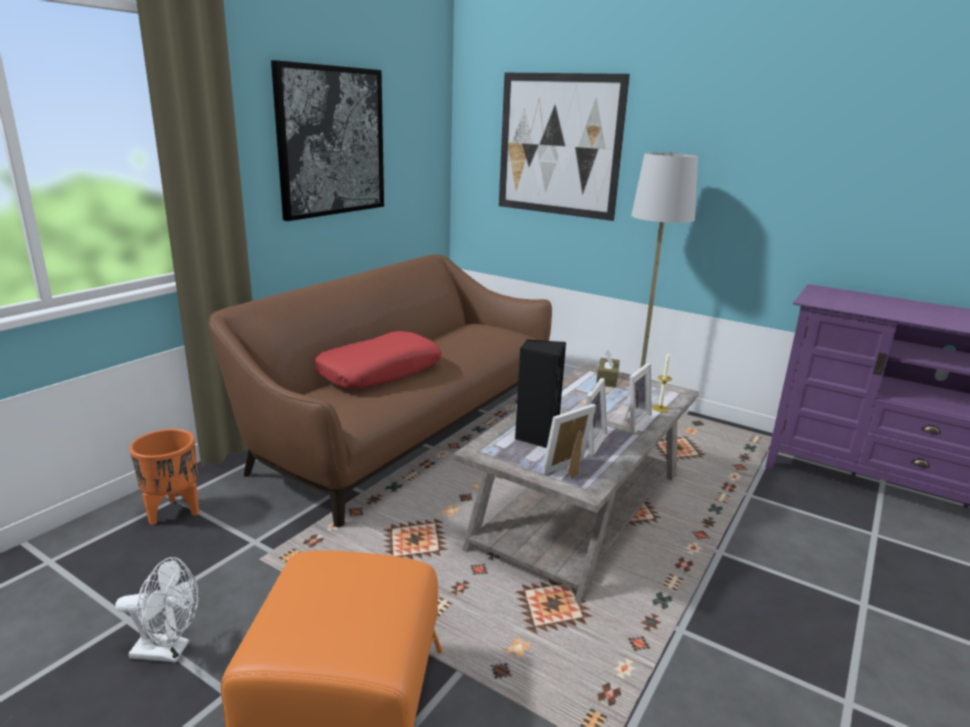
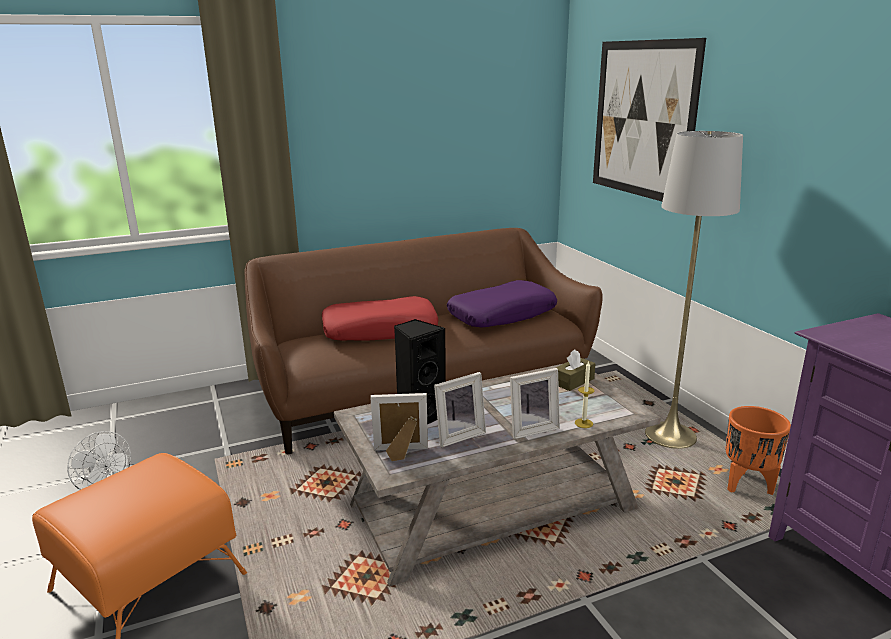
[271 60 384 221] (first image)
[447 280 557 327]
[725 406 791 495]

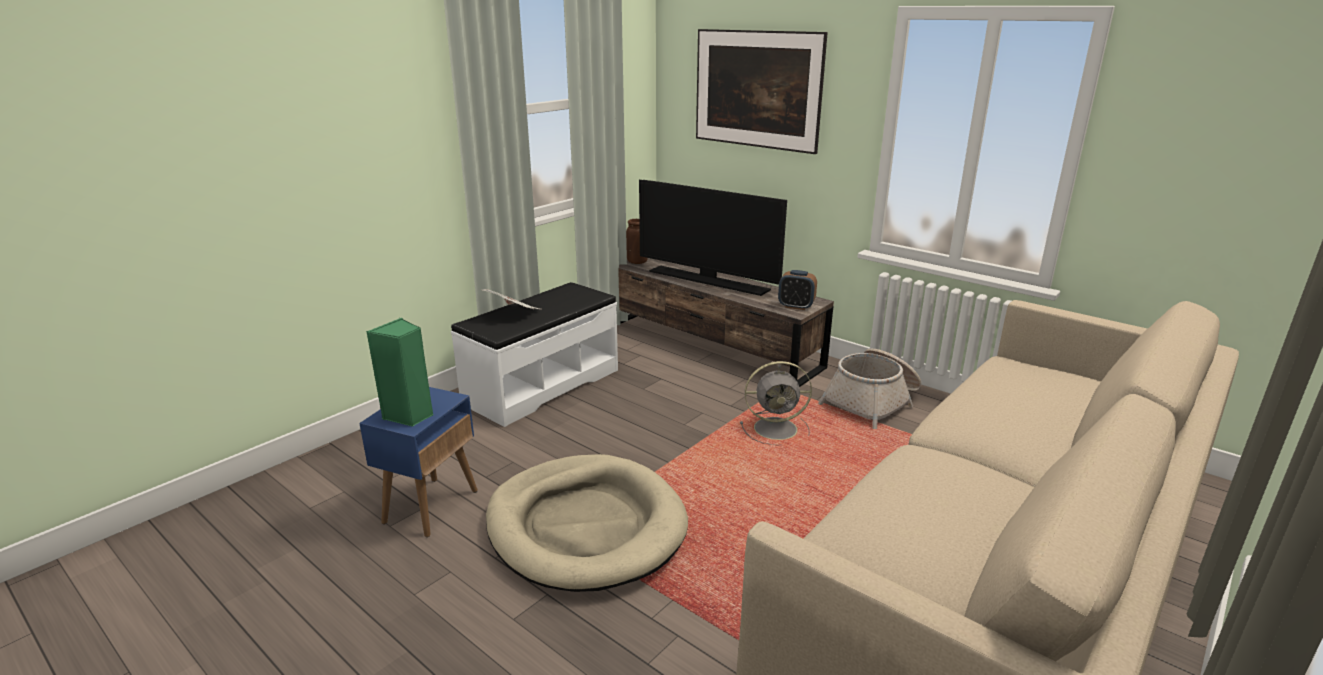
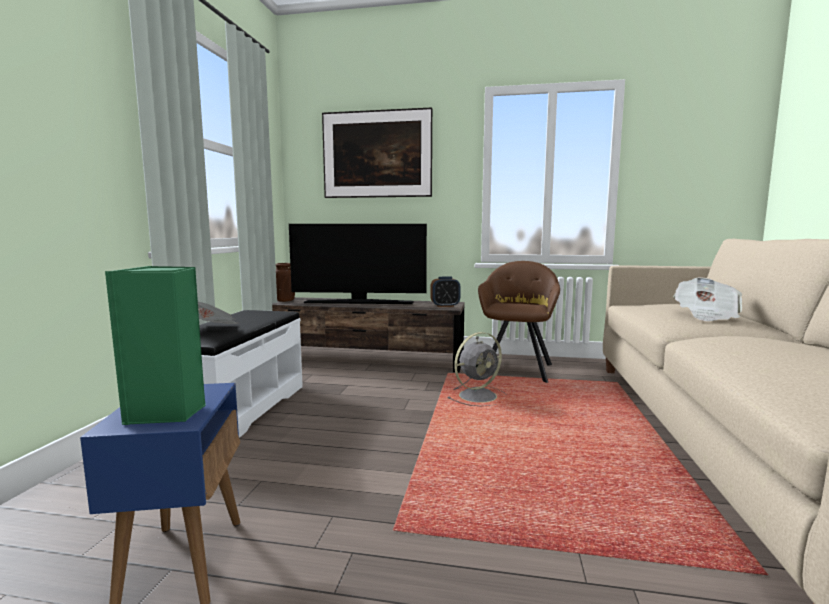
[486 454 688 592] (first image)
[673 277 742 321]
[478 261 560 383]

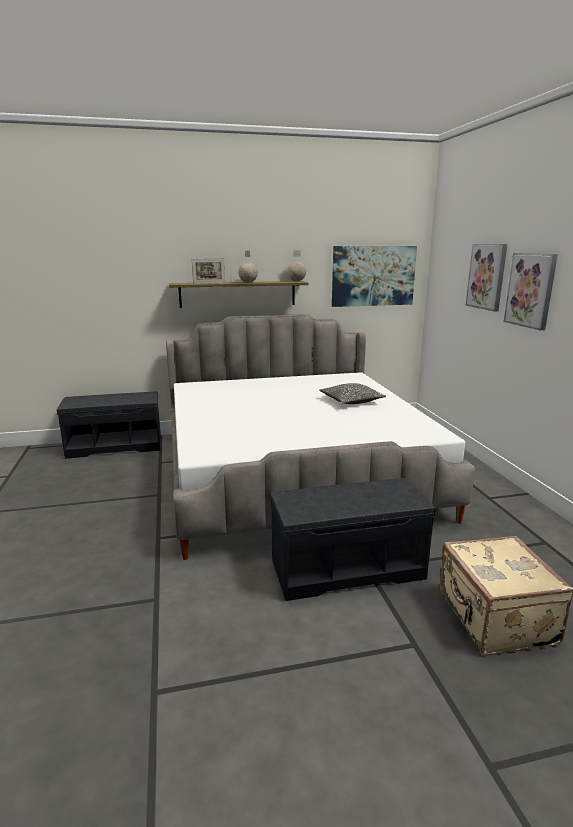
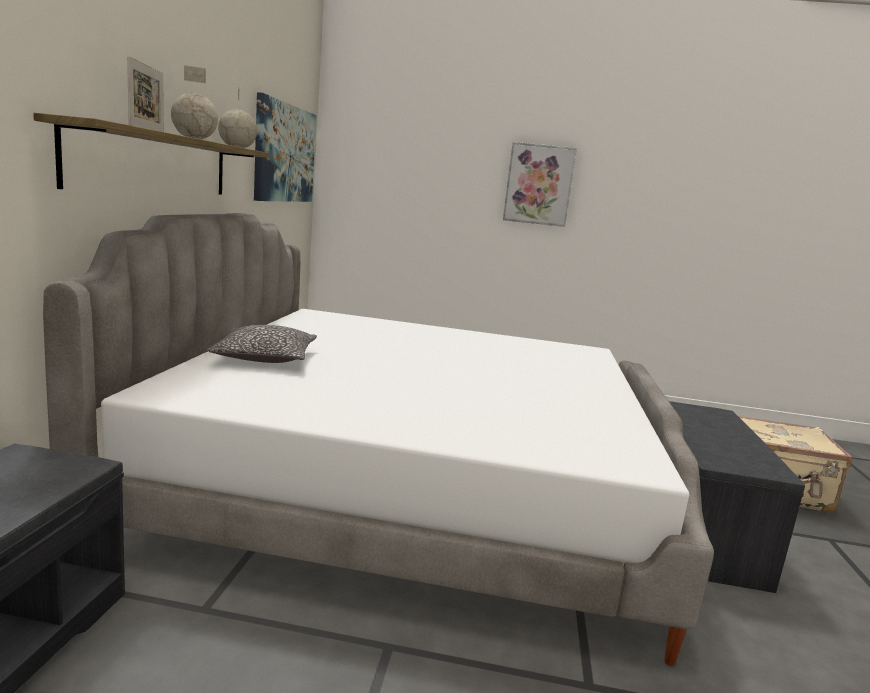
[466 244 507 312] (first image)
[207 325 317 363]

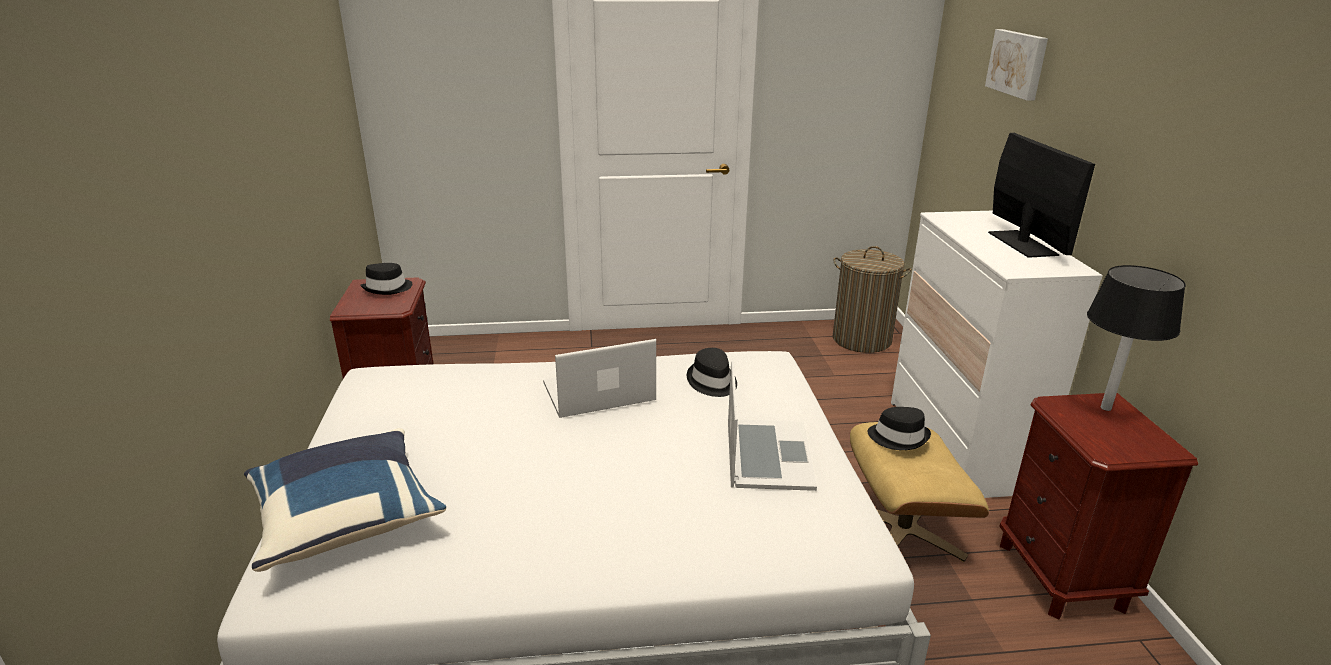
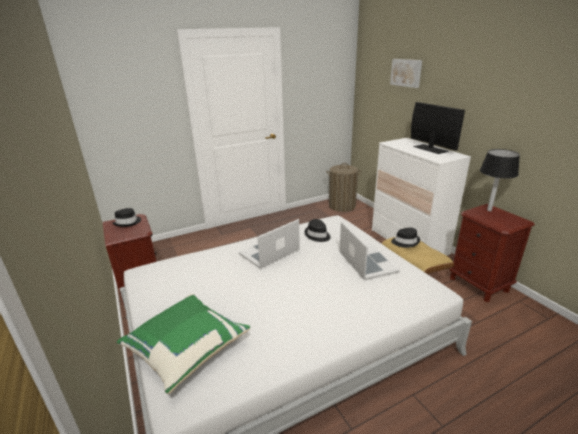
[117 293 250 394]

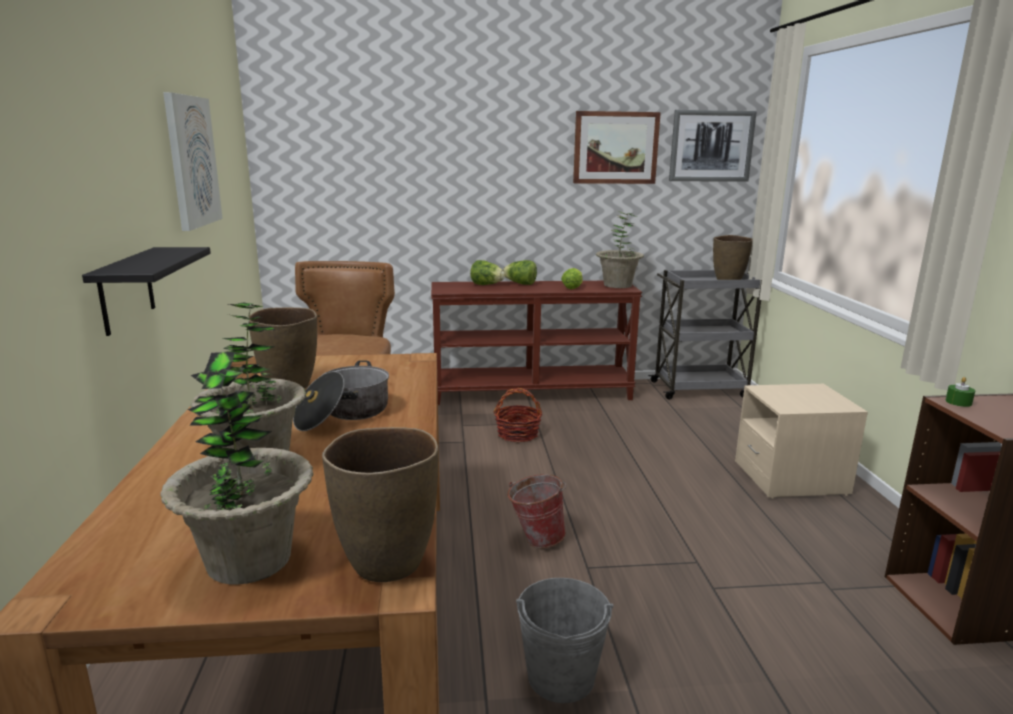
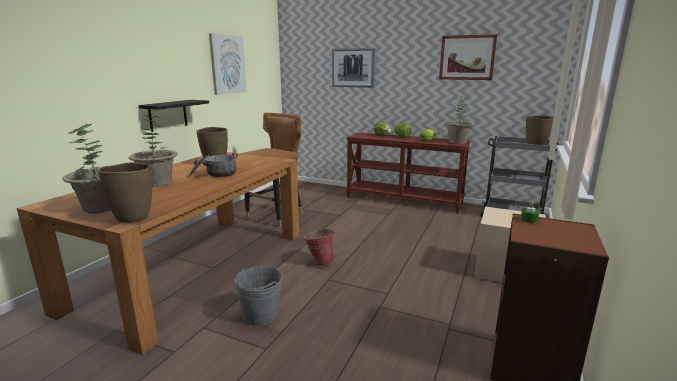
[493 388 542 442] (first image)
[332 48 375 88]

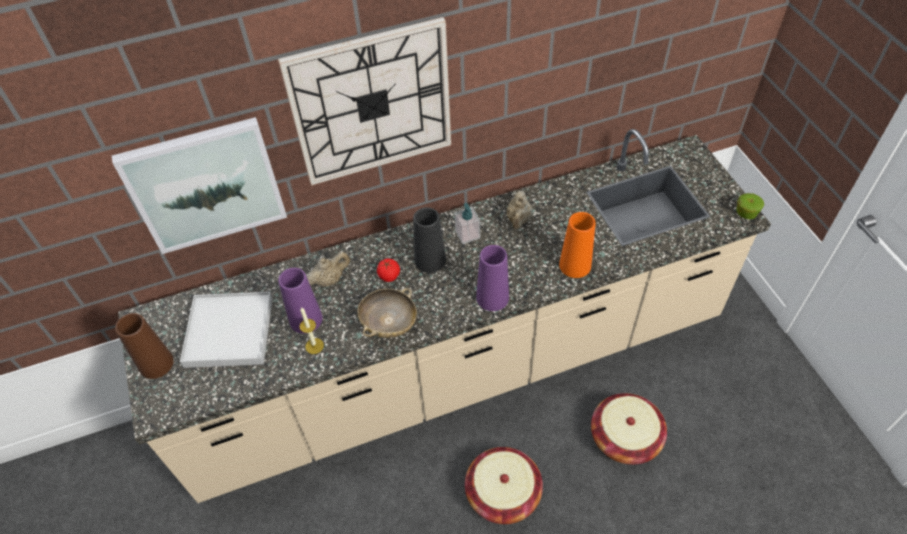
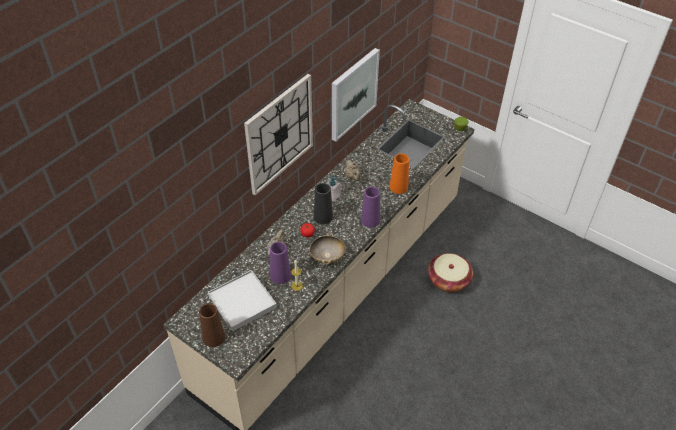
[465 447 543 524] (first image)
[332 48 380 141]

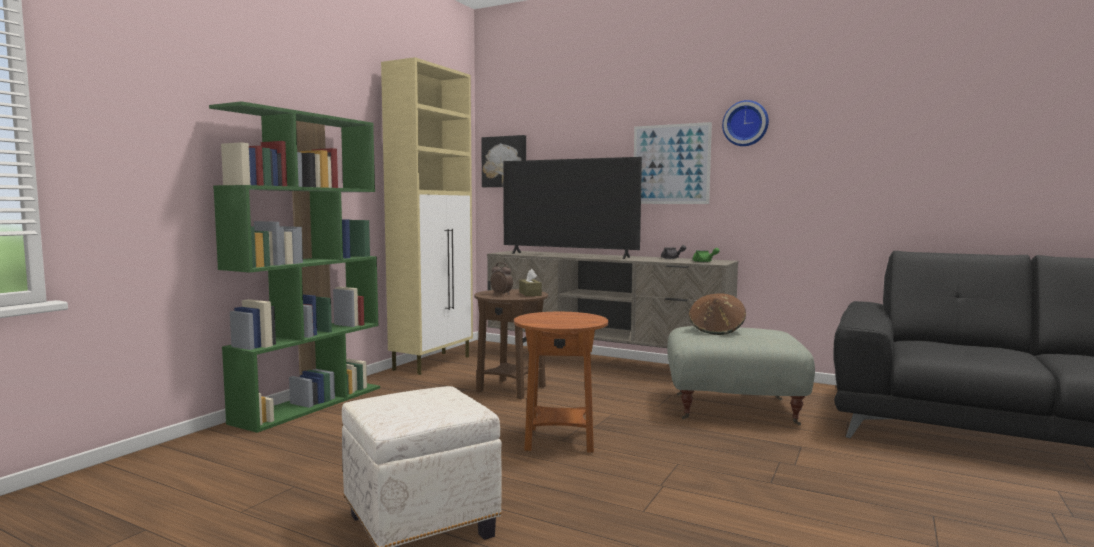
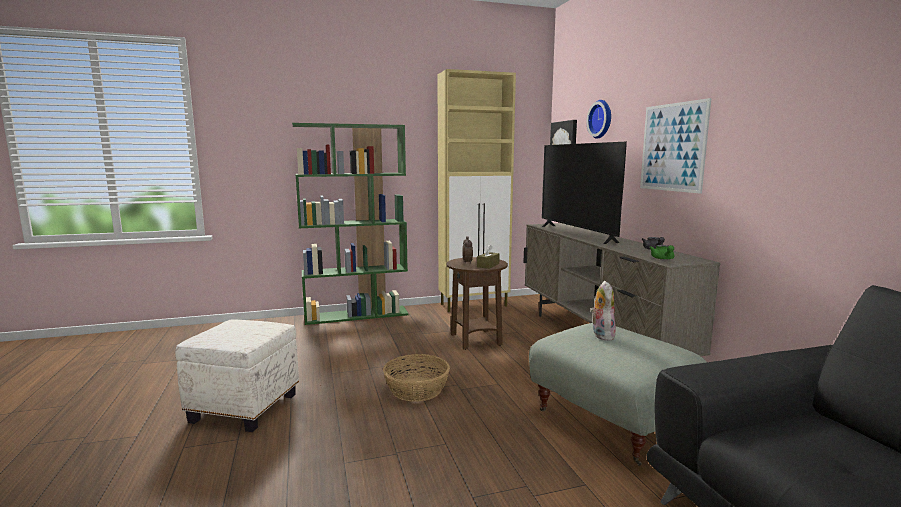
[587 100 611 139]
[383 354 450 402]
[590 281 616 341]

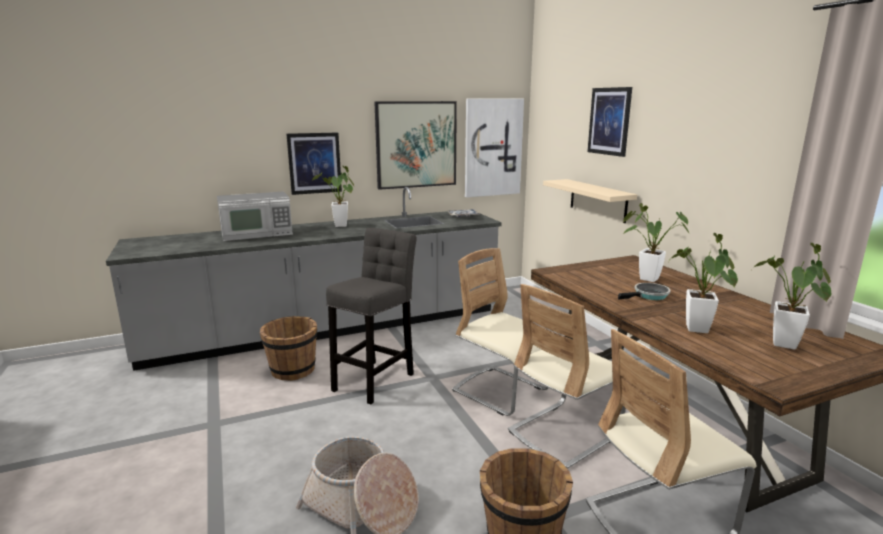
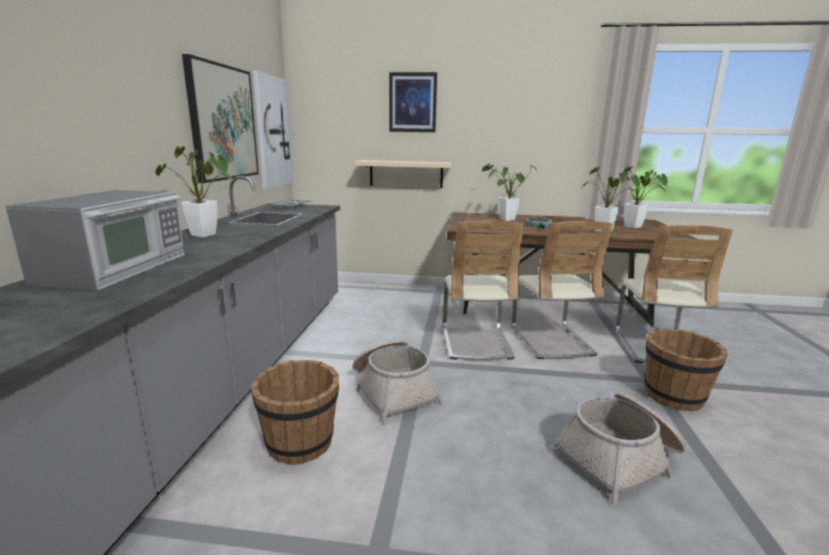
[286 132 342 195] (first image)
[352 340 444 424]
[443 221 523 360]

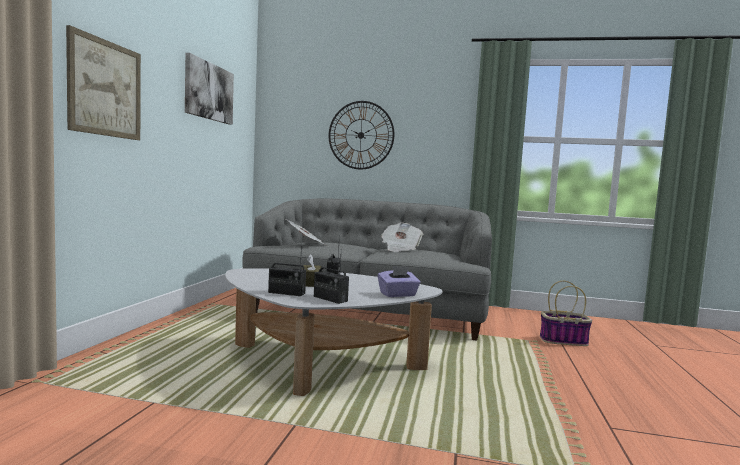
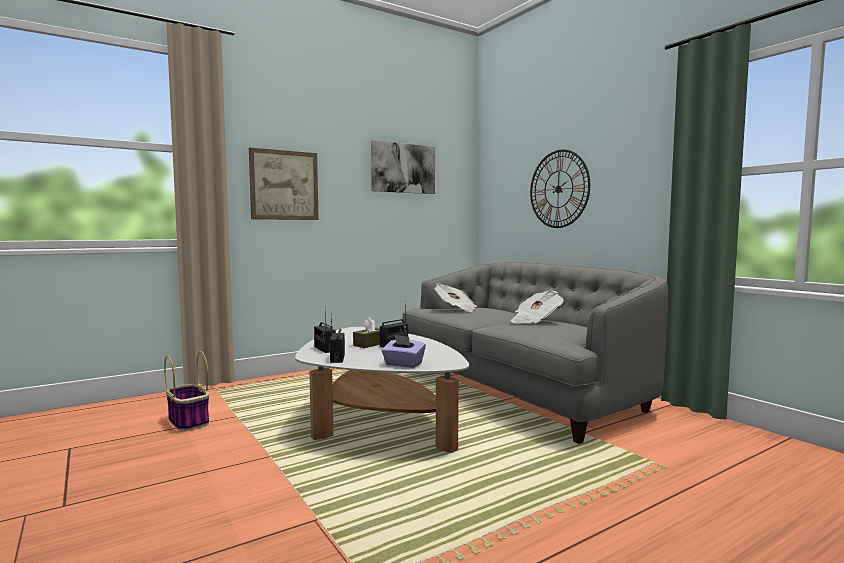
[164 351 209 432]

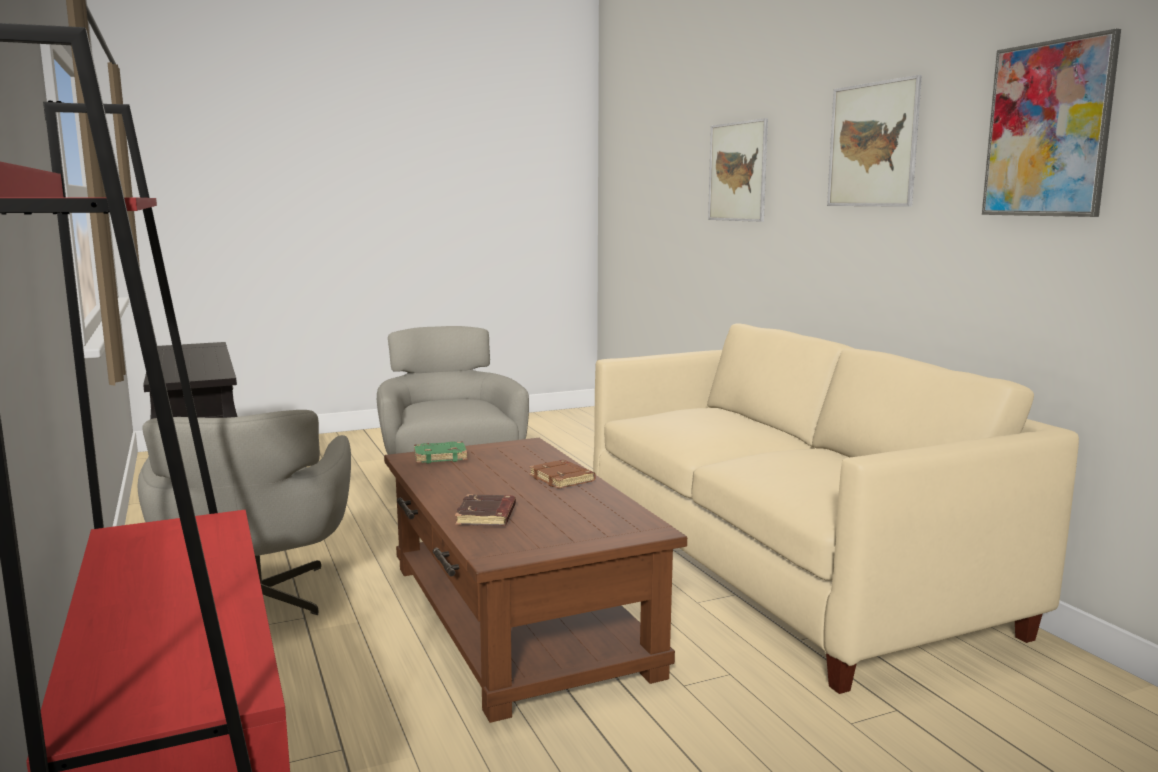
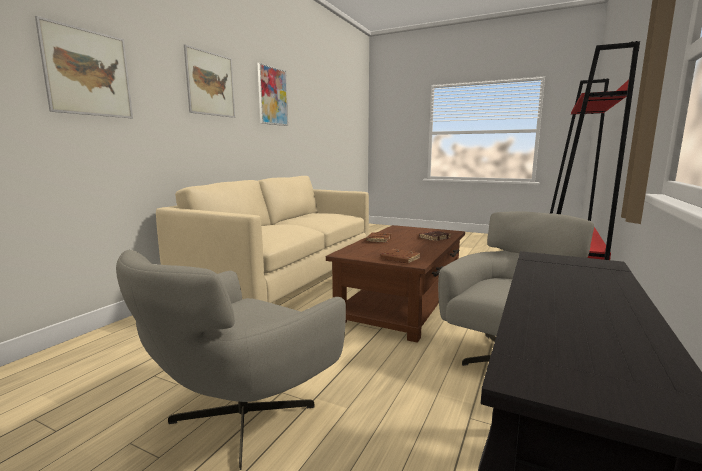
[381 249 421 264]

